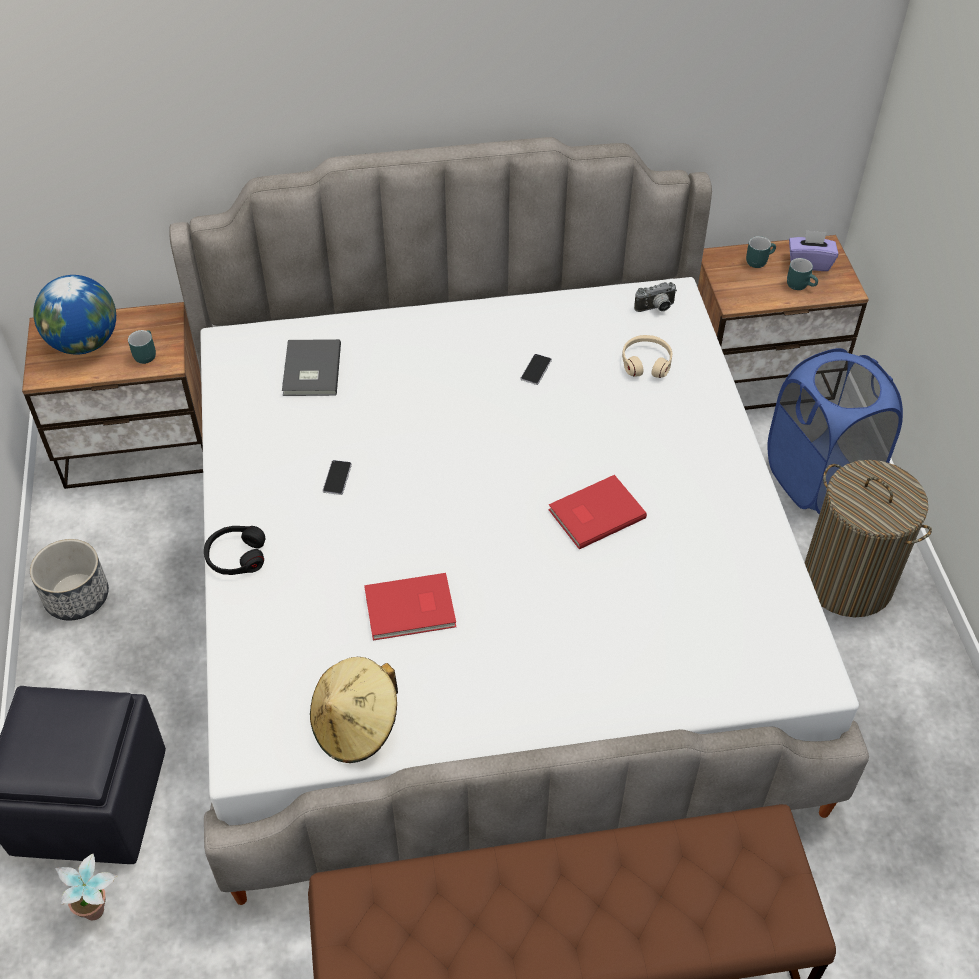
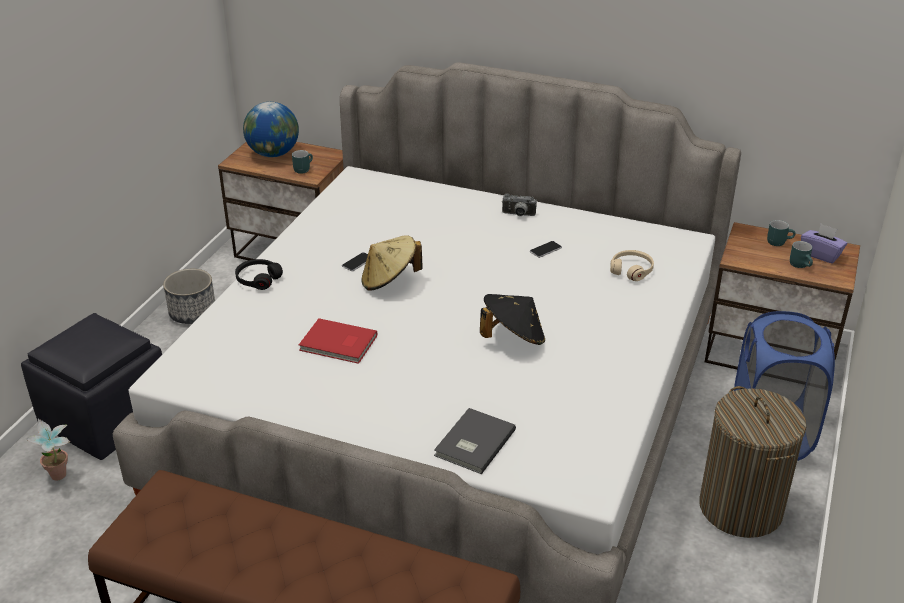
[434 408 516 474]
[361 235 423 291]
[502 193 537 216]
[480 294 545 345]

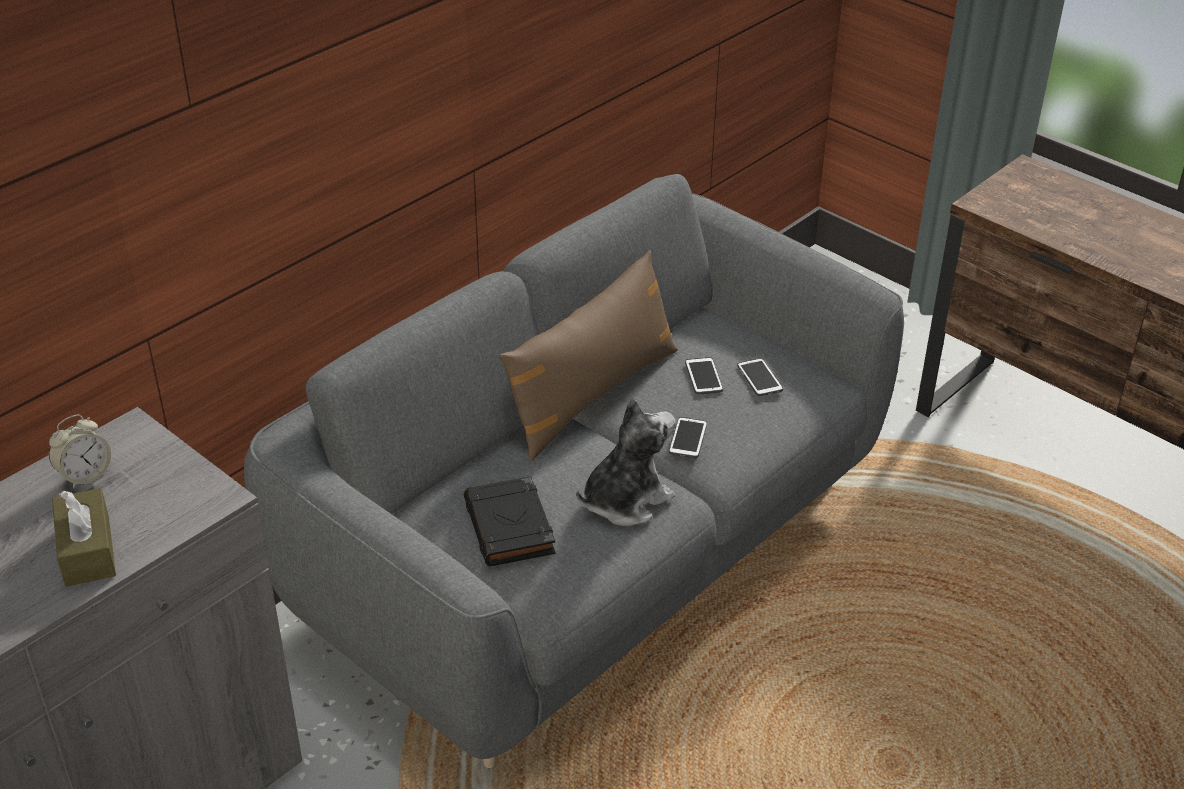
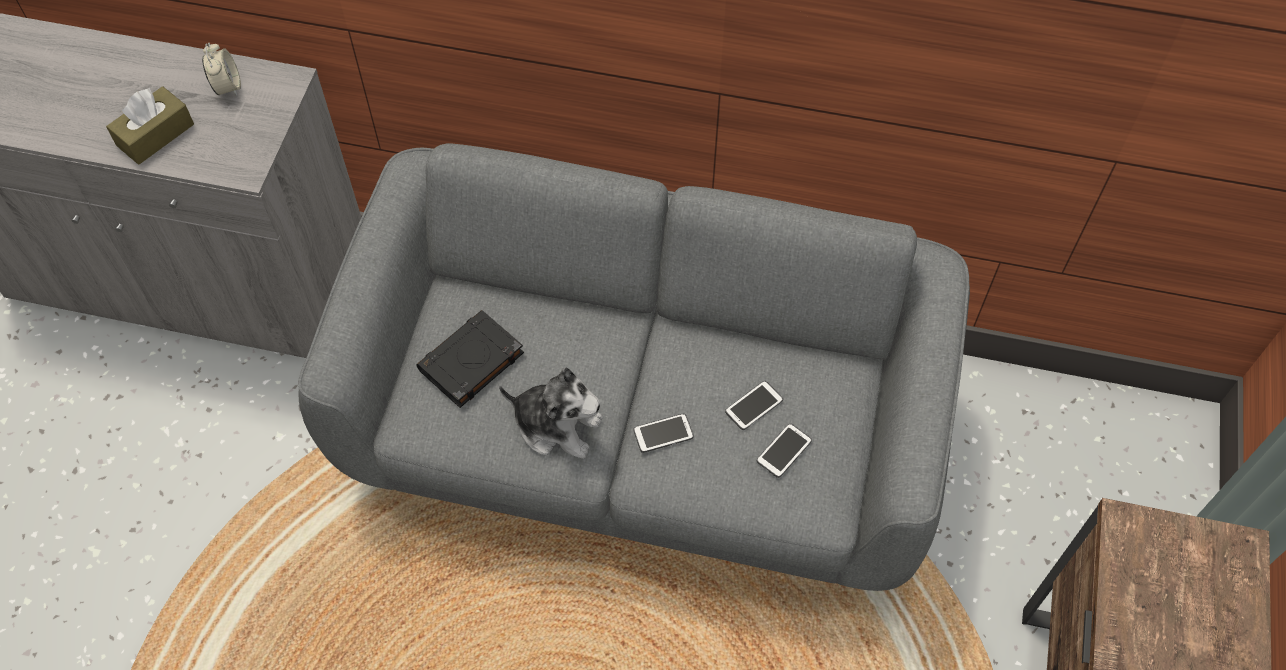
[499 250 678 461] (first image)
[202 43 241 96]

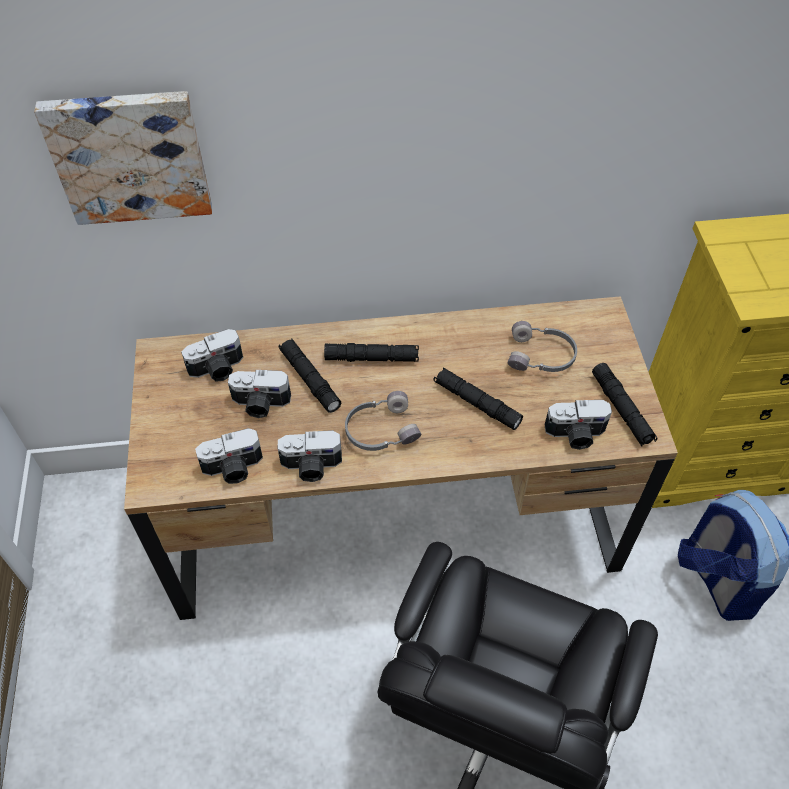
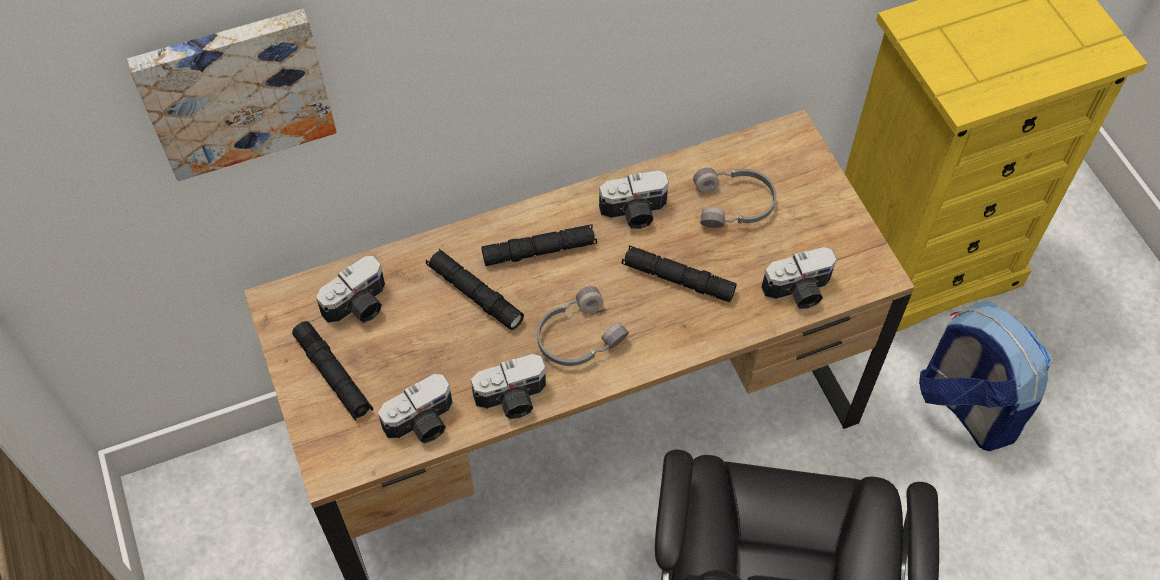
[599 170 669 229]
[292 321 373 421]

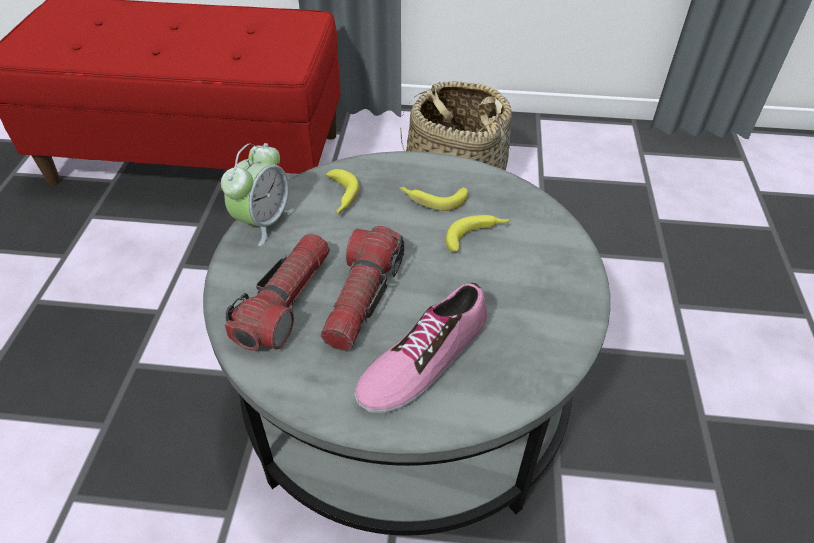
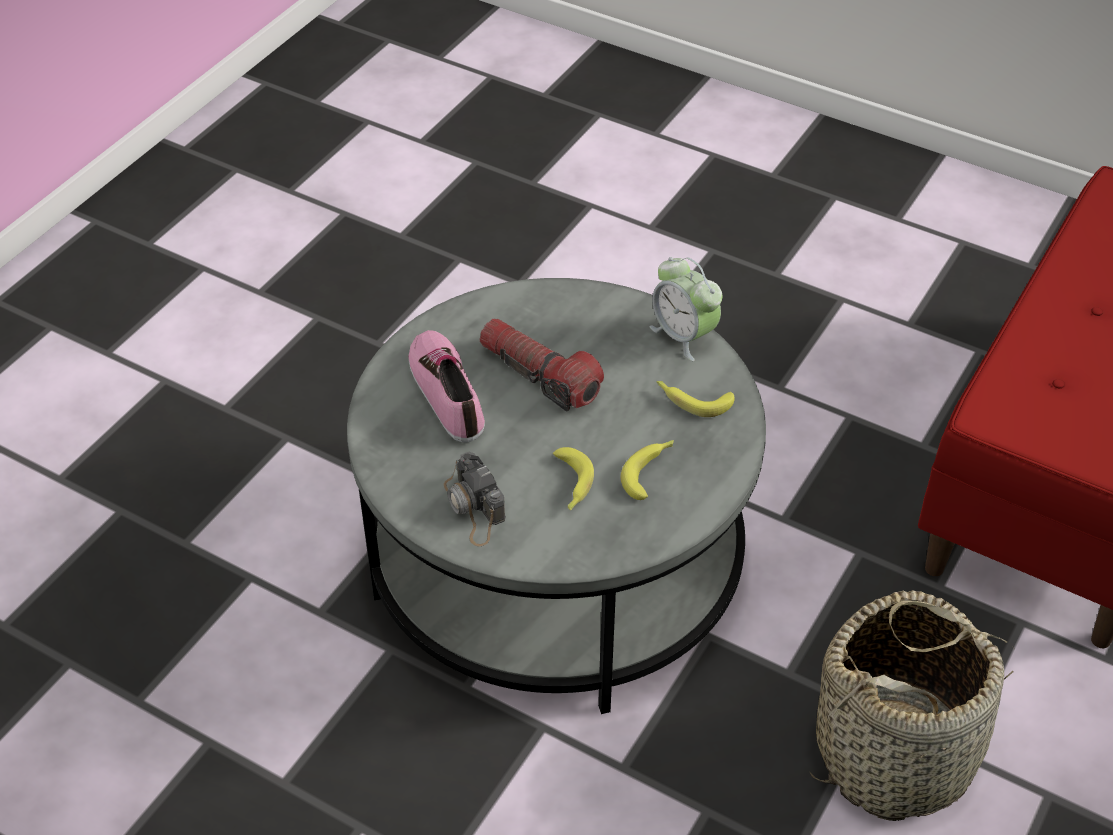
[225 233 330 351] (first image)
[444 452 506 547]

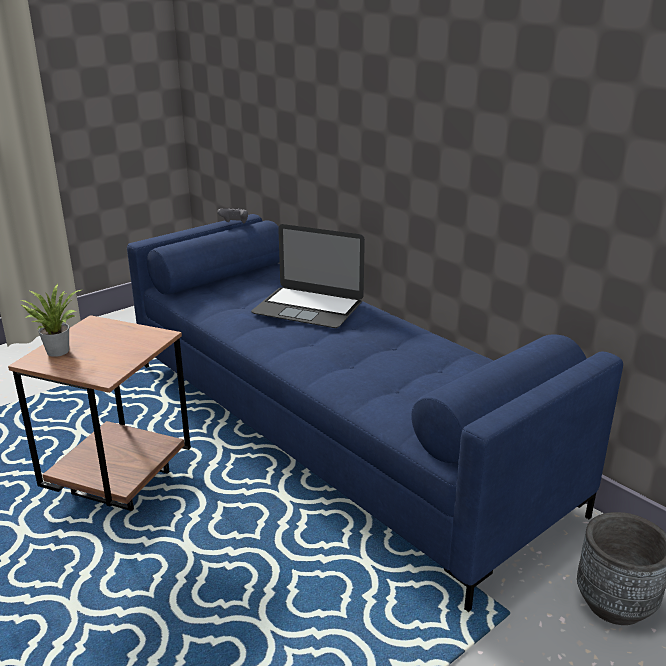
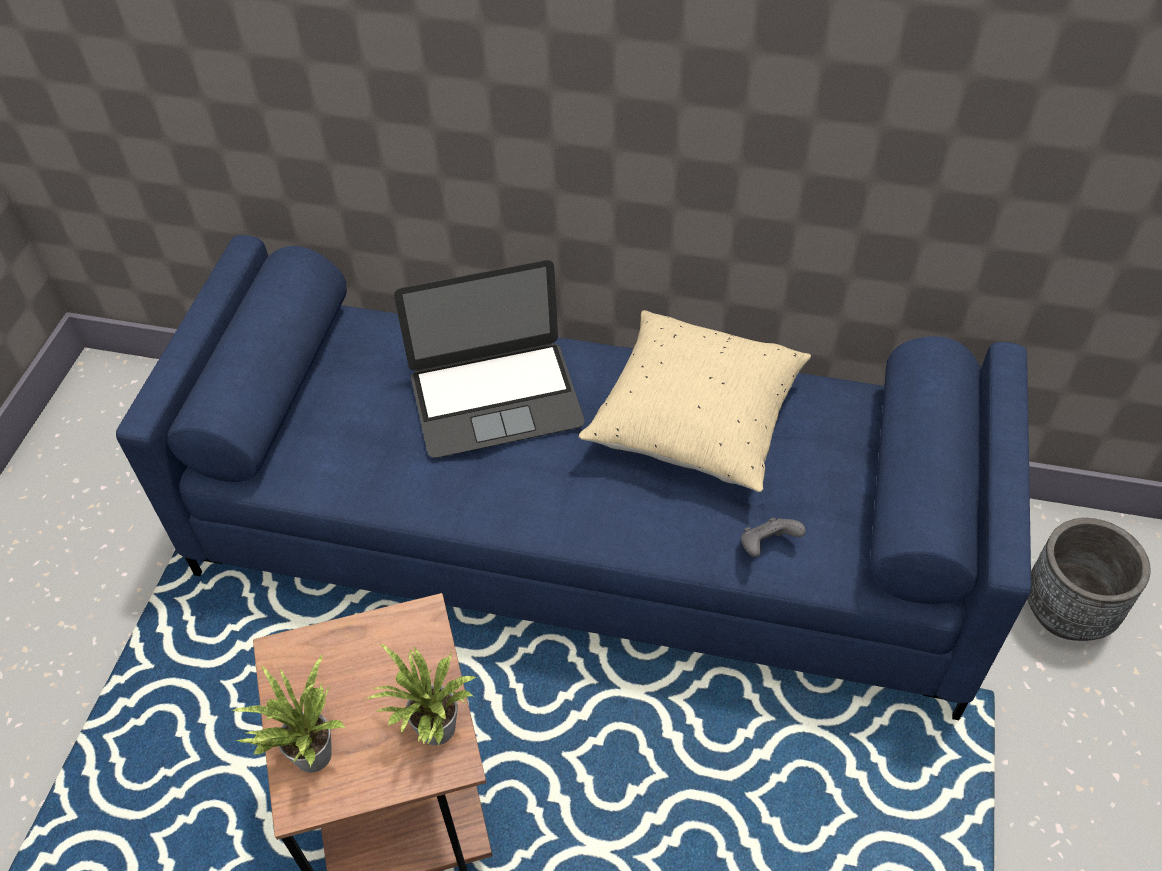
[366 642 477 746]
[579 310 811 492]
[741 518 806 557]

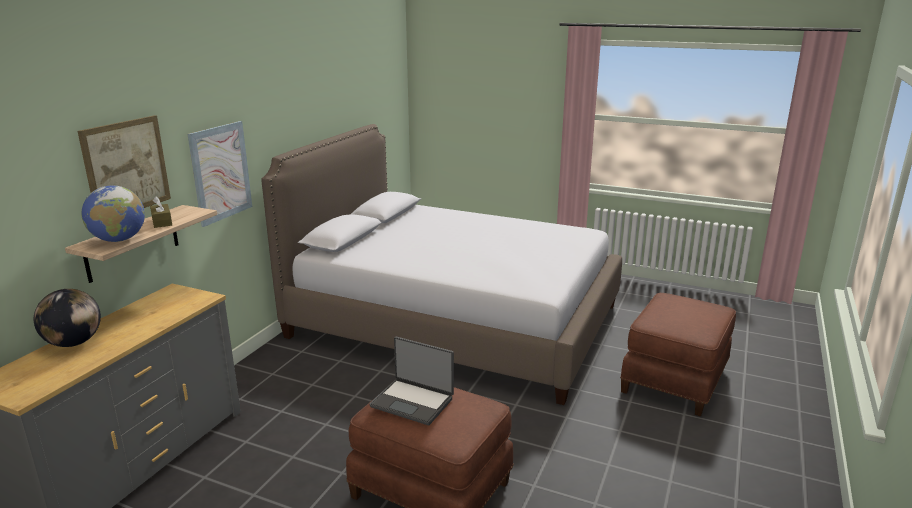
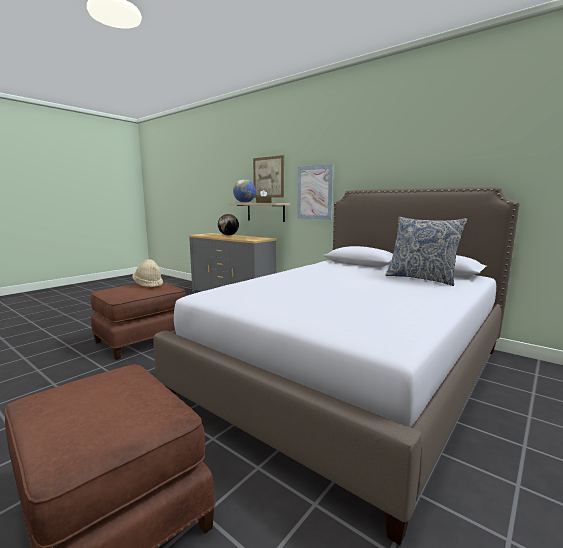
[386 217 468 286]
[132 259 163 287]

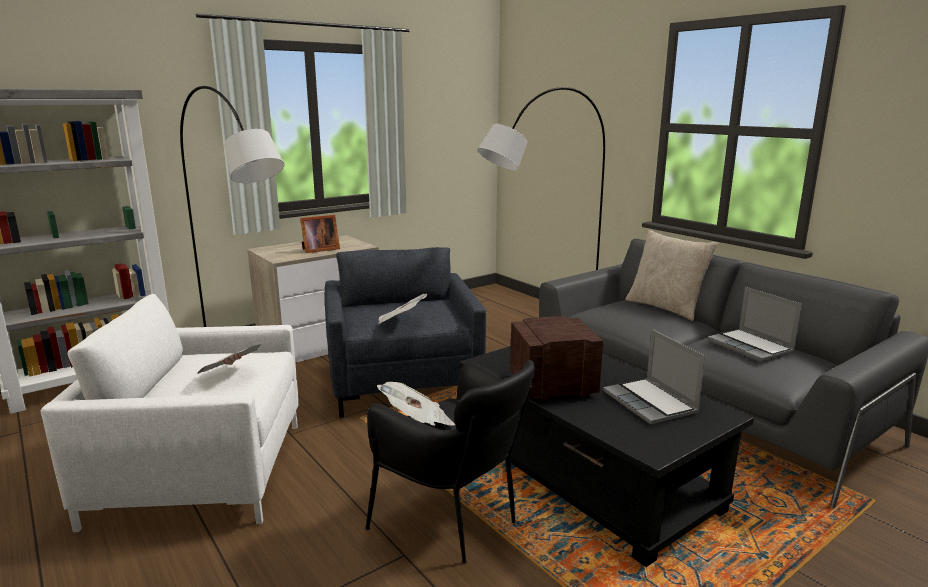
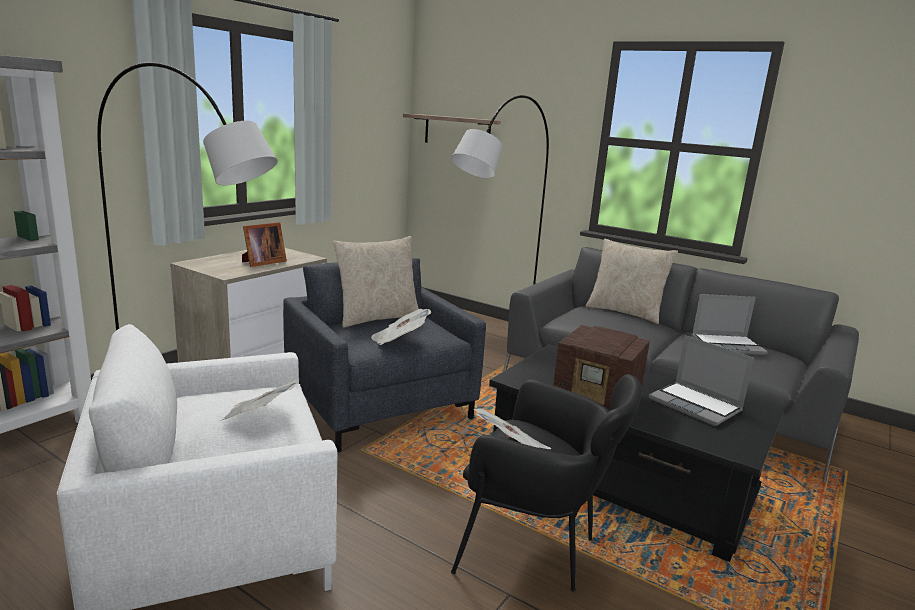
[333 236 419 328]
[403 114 501 143]
[553 325 650 411]
[692 294 768 355]

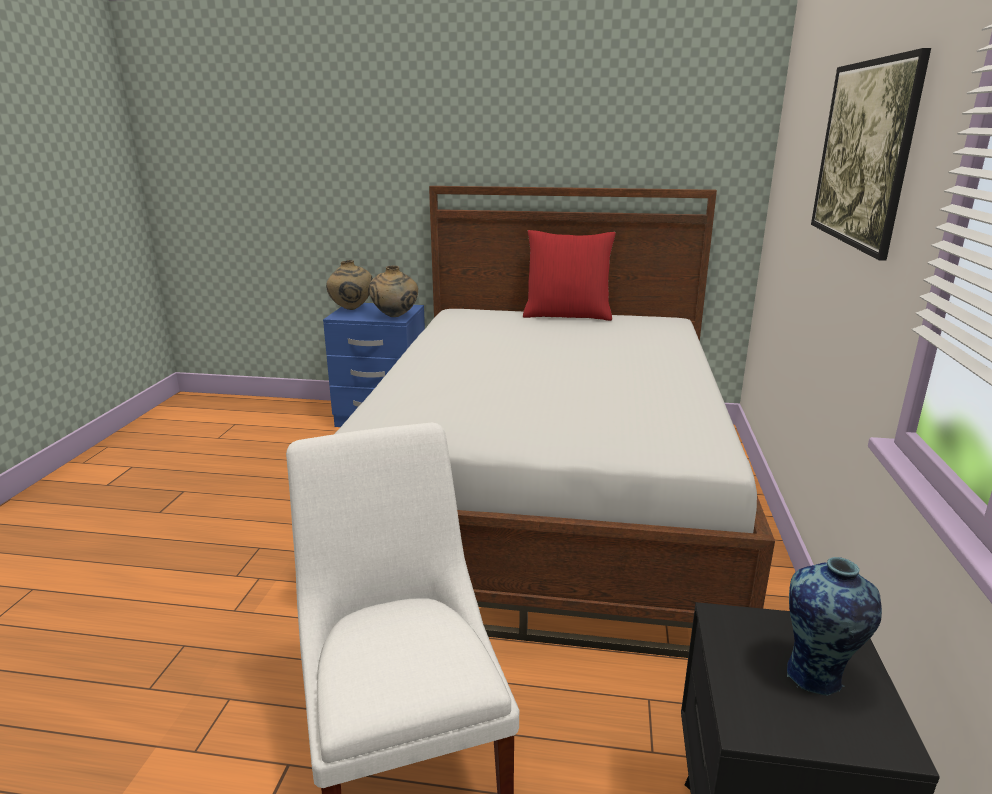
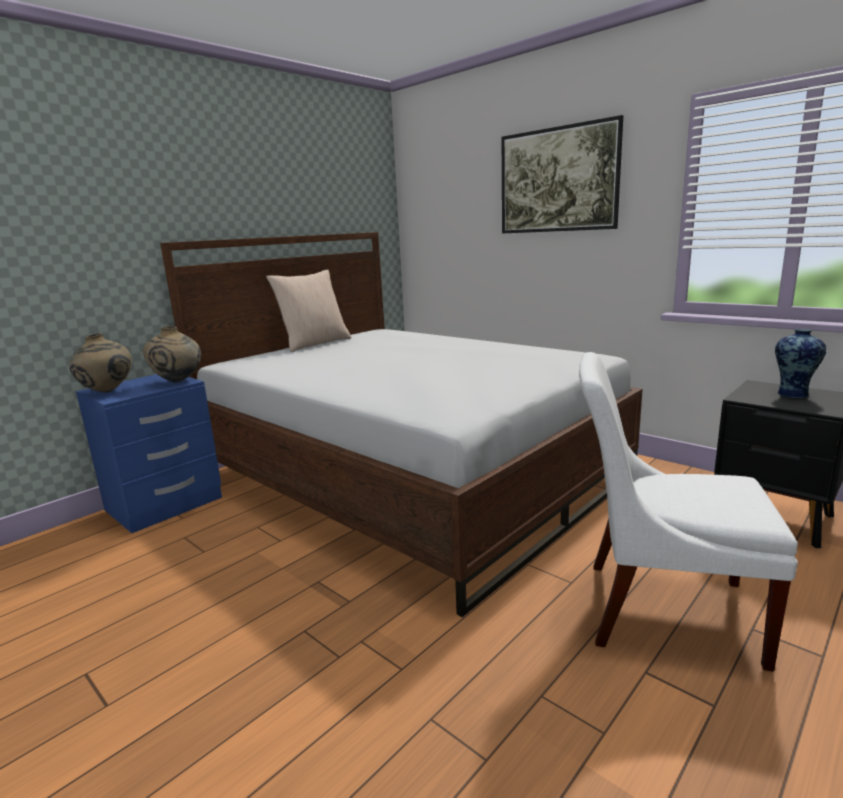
[266 269 351 352]

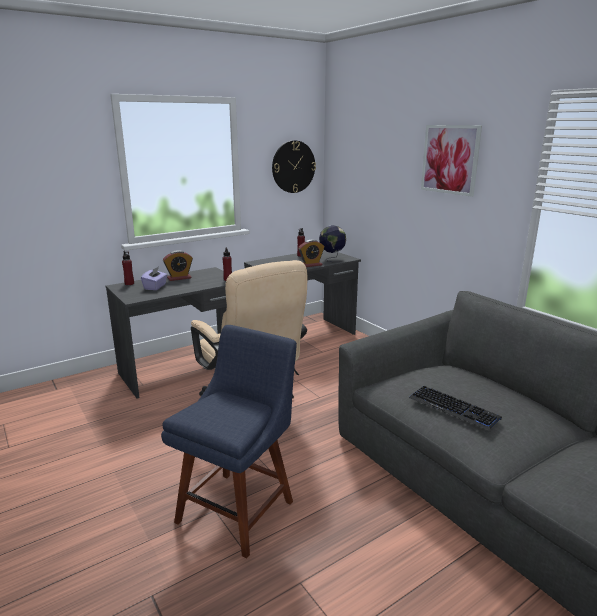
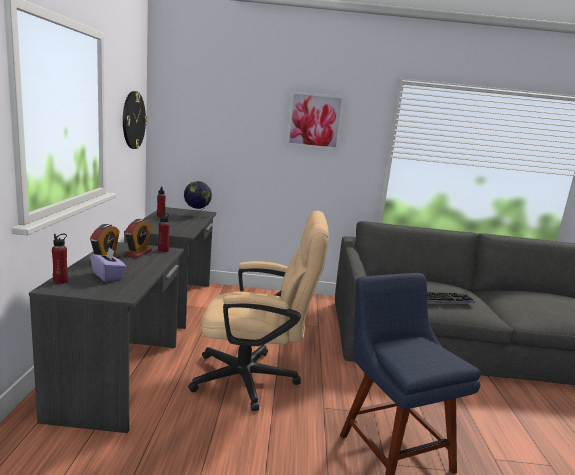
[124 219 152 258]

